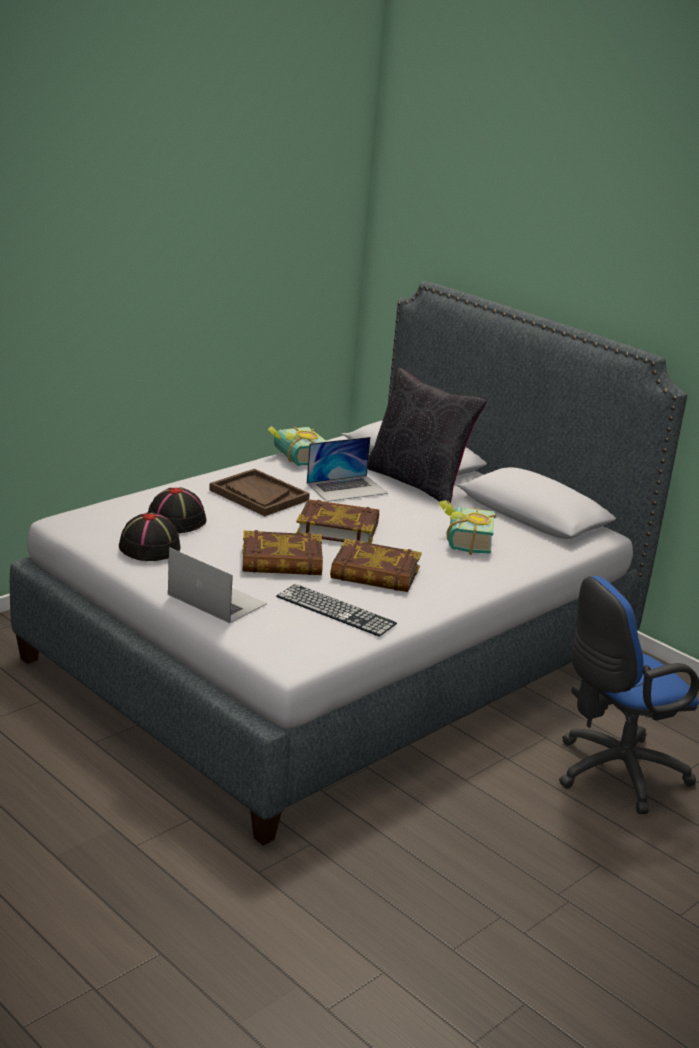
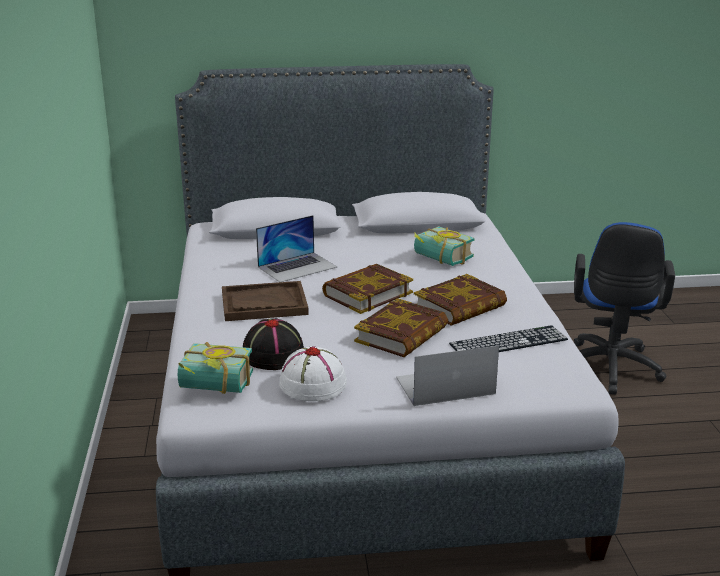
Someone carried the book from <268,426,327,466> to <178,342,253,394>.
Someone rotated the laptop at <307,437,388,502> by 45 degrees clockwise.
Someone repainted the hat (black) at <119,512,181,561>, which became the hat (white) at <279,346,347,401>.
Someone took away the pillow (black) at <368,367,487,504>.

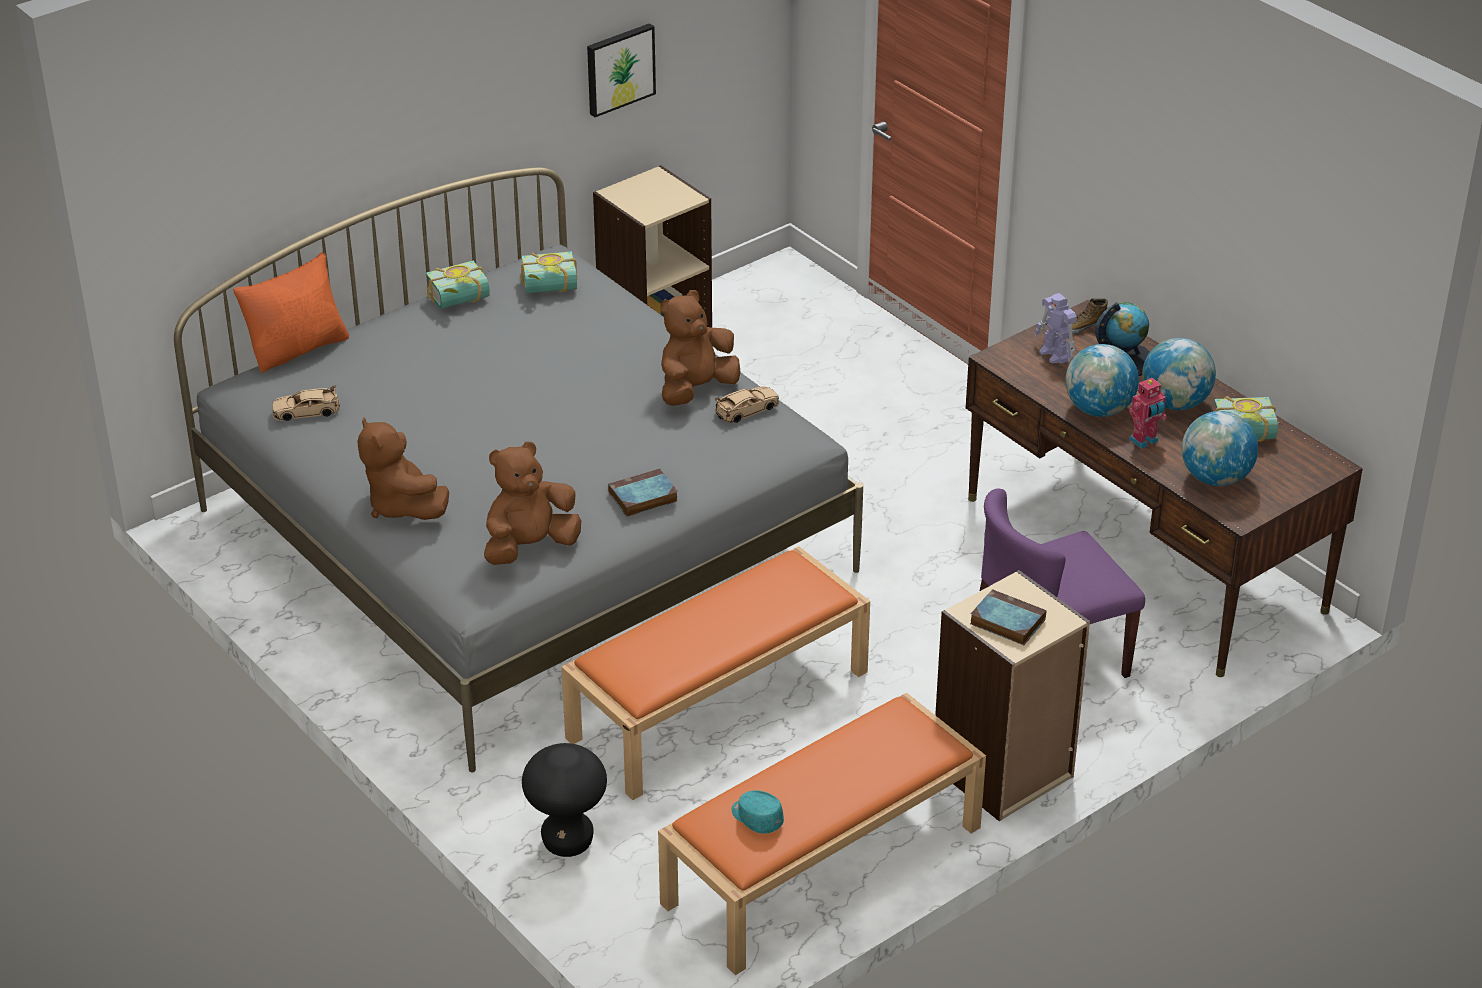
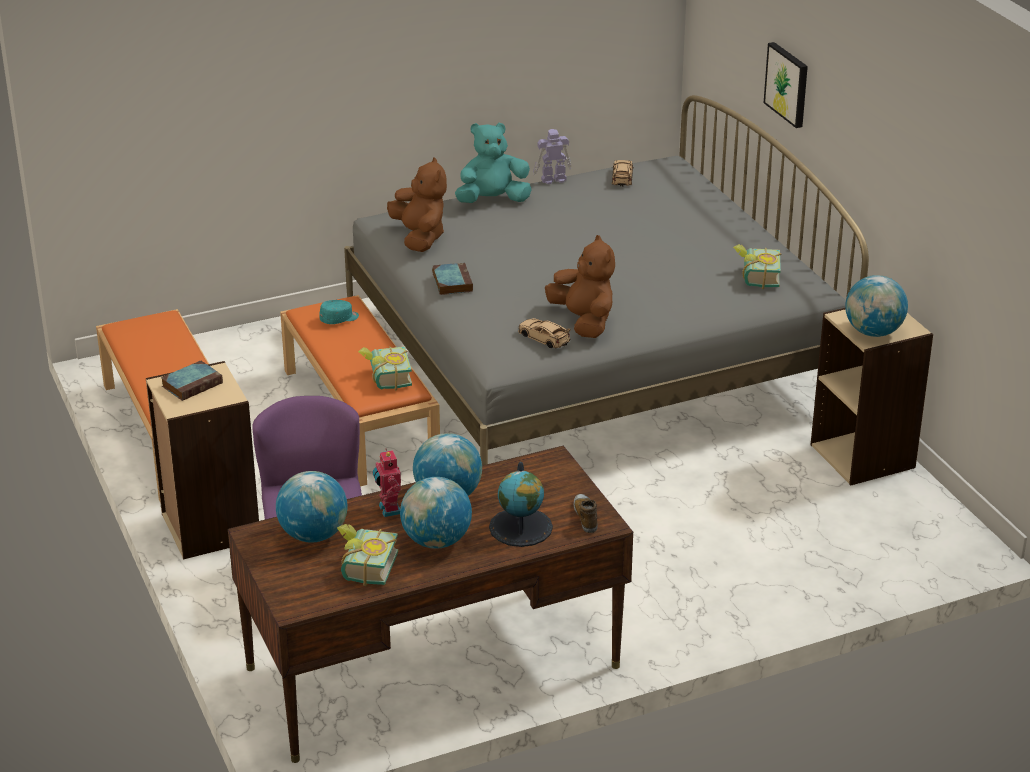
Someone carried the cap (turquoise) from <732,790,784,834> to <319,300,359,324>.
Someone carried the book from <426,261,490,309> to <358,346,412,390>.
Someone repainted the plush toy (brown) at <358,417,449,520>, which became the plush toy (turquoise) at <455,123,532,203>.
Someone rotated the toy car (beige) at <715,386,779,423> by 150 degrees clockwise.
Someone carried the toy robot from <1035,293,1077,364> to <533,129,571,184>.
Someone carried the picture from <587,23,656,117> to <764,42,808,128>.
Someone put down the globe at <845,275,908,337>.
Someone took away the pillow (orange) at <233,252,349,373>.
Someone took away the stool (black) at <522,743,607,857>.

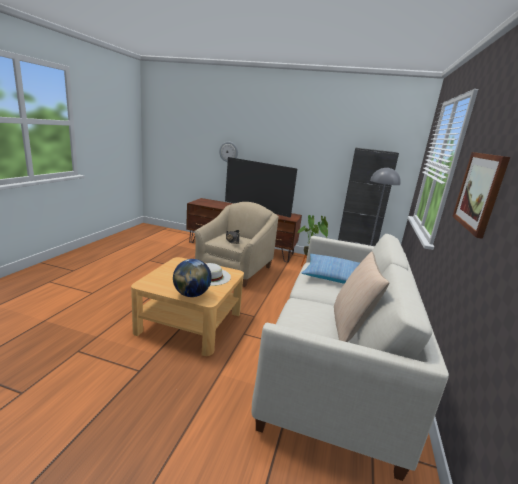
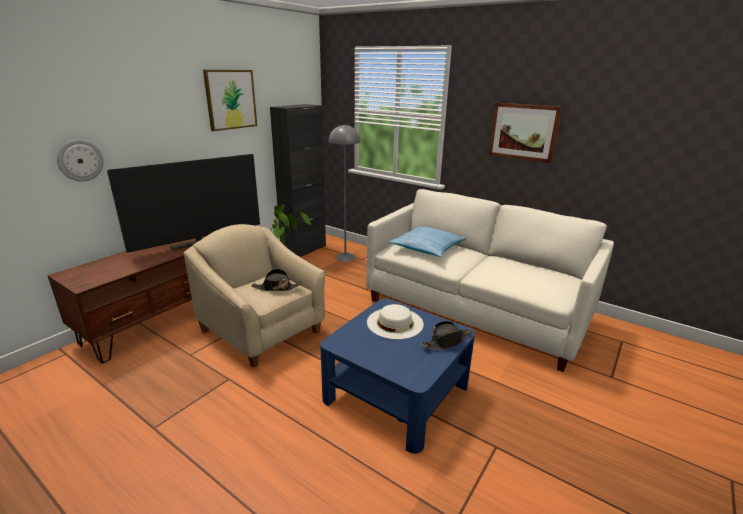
Someone put up the picture at <203,70,257,131>.
Someone repainted the coffee table (beige) at <131,257,244,356>, which became the coffee table (blue) at <320,298,475,454>.
Someone swapped the globe at <173,259,212,297> for the hat (black) at <421,321,472,350>.
Someone took away the pillow (beige) at <334,252,389,342>.

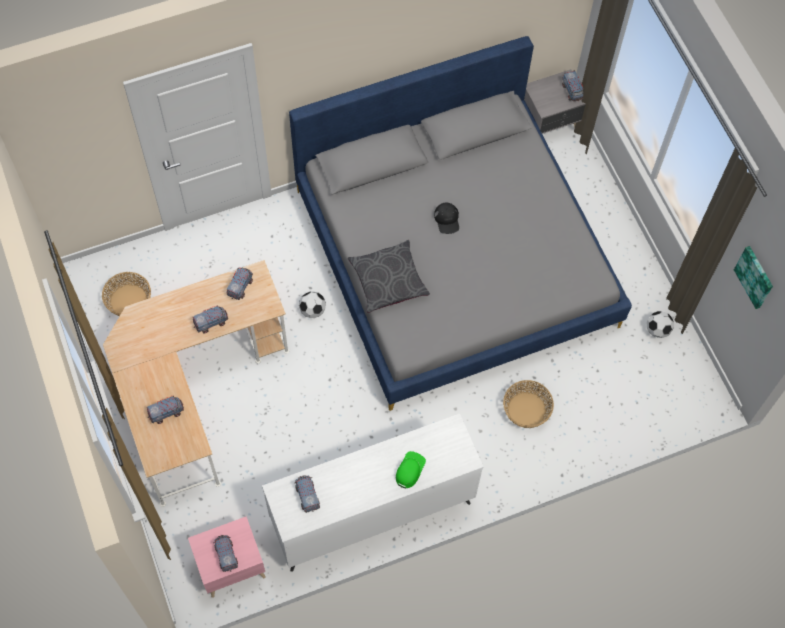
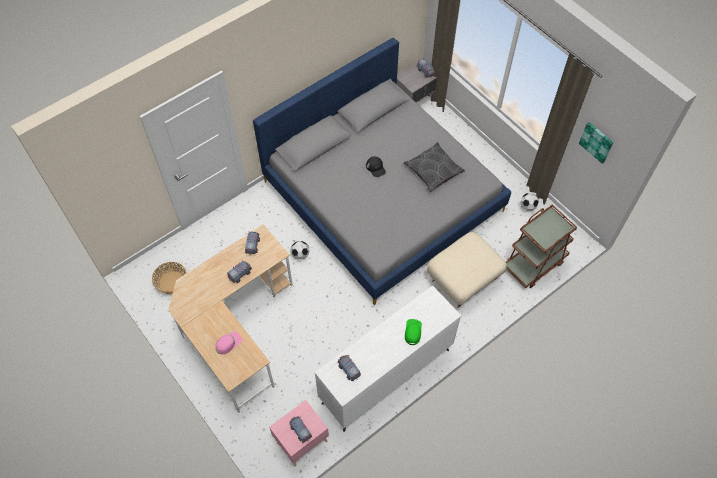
Someone swapped the toy truck at <147,396,184,424> for the cap (pink) at <216,332,242,354>.
Someone carried the pillow (grey) from <348,240,430,313> to <404,142,465,192>.
Someone swapped the basket at <503,380,554,428> for the ottoman (beige) at <427,232,507,308>.
Someone put down the cart (brown) at <506,205,577,288>.

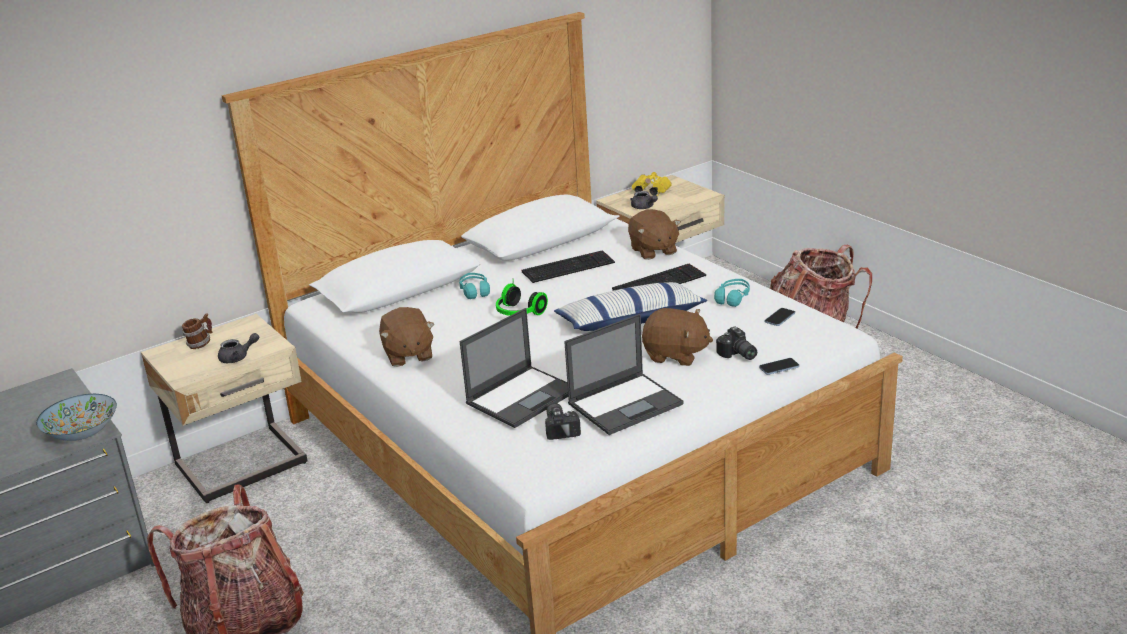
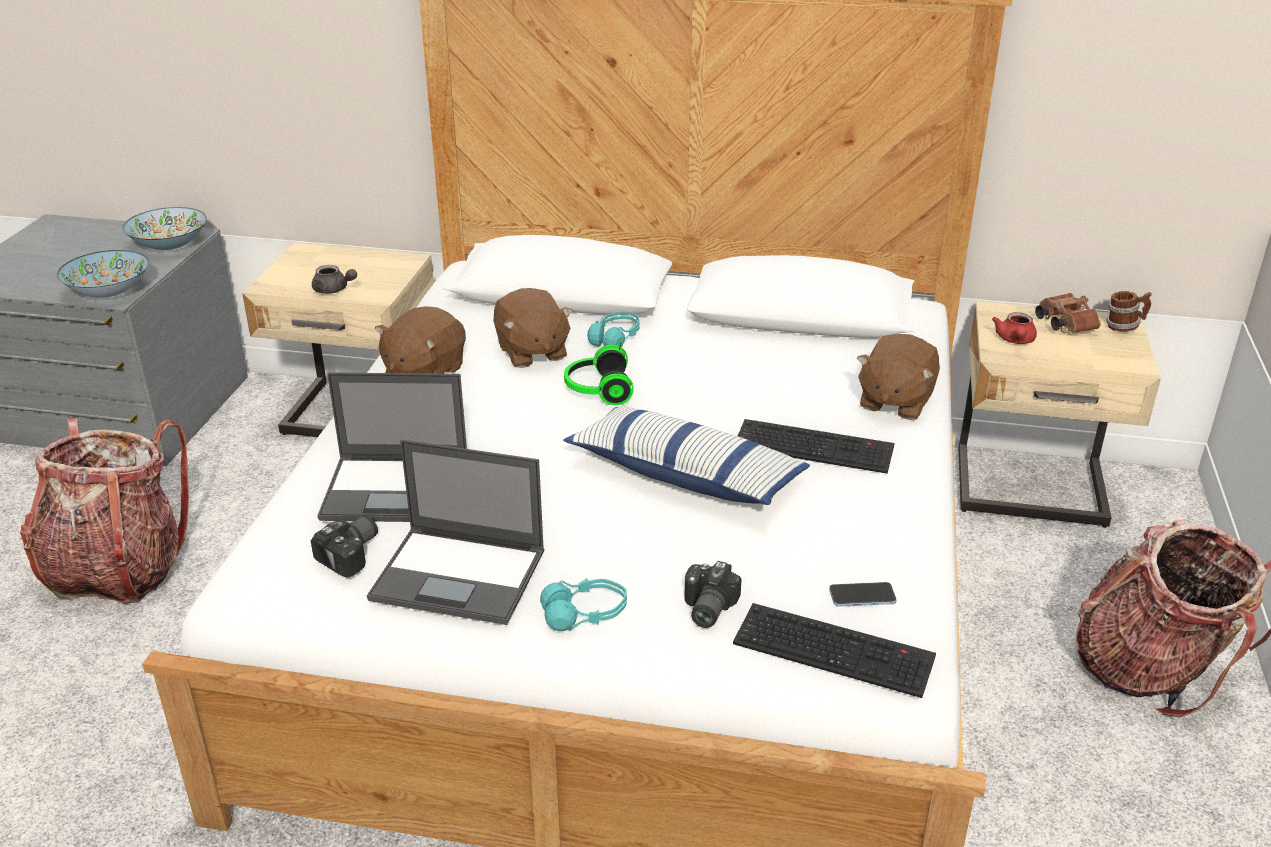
Someone put down the bowl at <122,207,207,250>.
Someone carried the plush toy (brown) from <642,308,713,366> to <493,288,573,368>.
Someone carried the headphones (turquoise) from <714,279,750,307> to <540,578,627,631>.
Someone carried the keyboard from <522,250,615,283> to <733,603,936,698>.
Someone repainted the teapot (grey) at <630,191,658,209>, which became the teapot (red) at <992,312,1037,344>.
Someone repainted the binoculars (yellow) at <632,172,672,196>, which became the binoculars (brown) at <1035,293,1101,333>.
Someone carried the mug from <182,313,212,349> to <1106,291,1152,332>.
Someone took away the phone at <759,358,799,375>.

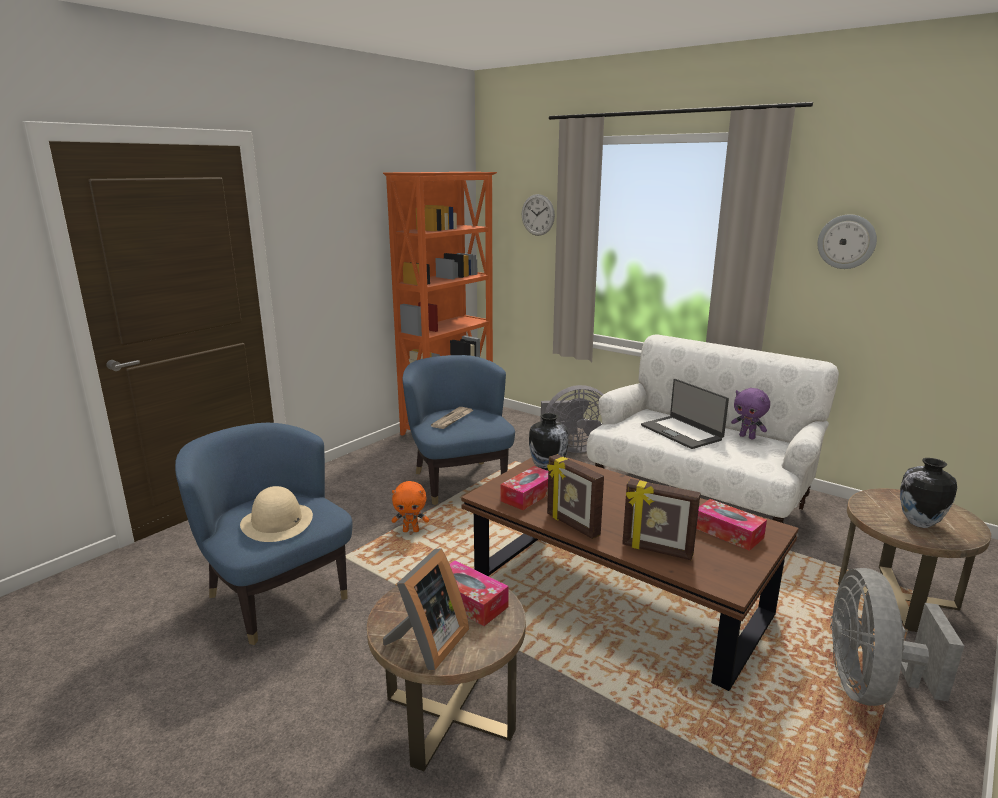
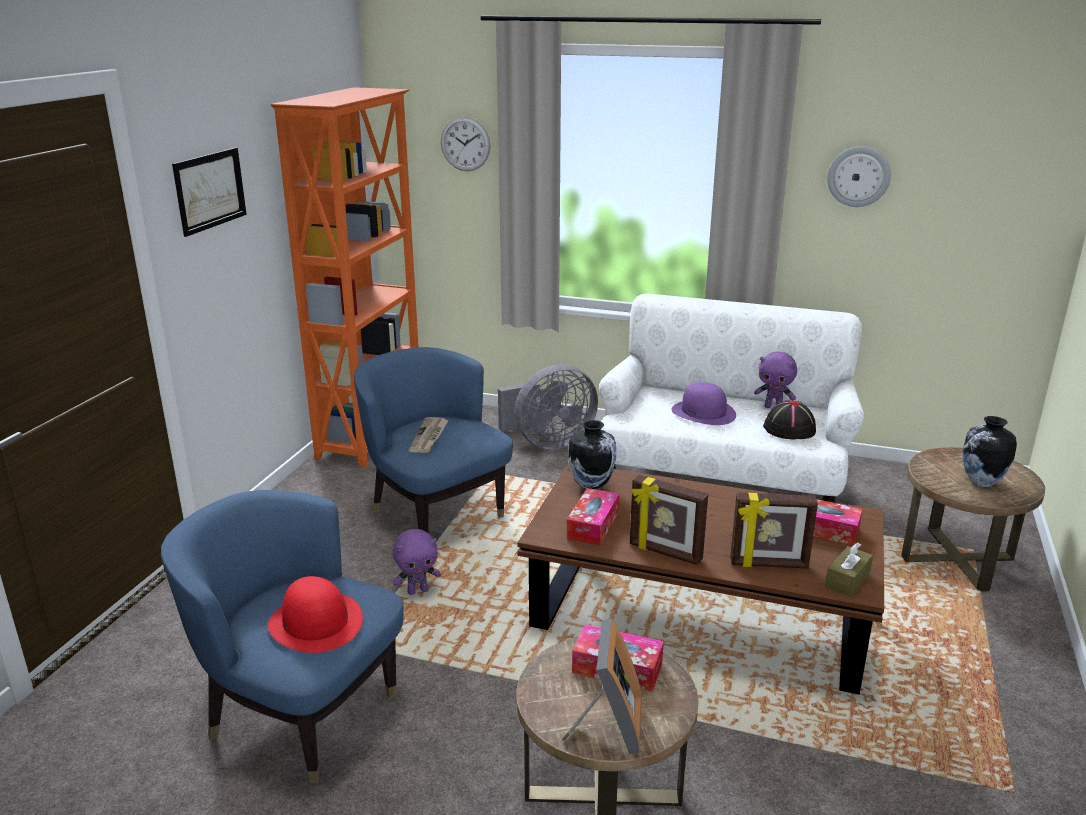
Someone put up the picture at <172,147,247,237>.
Someone repainted the hat (beige) at <240,486,313,542>, which became the hat (red) at <268,576,363,653>.
Someone repainted the plush toy (orange) at <392,481,429,532>, which became the plush toy (purple) at <393,529,441,595>.
Someone swapped the laptop at <641,379,729,449> for the hat (purple) at <671,382,736,425>.
Someone put down the hat (black) at <763,401,816,440>.
Someone put down the tissue box (brown) at <825,542,873,596>.
Someone took away the fan (grey) at <830,568,964,706>.

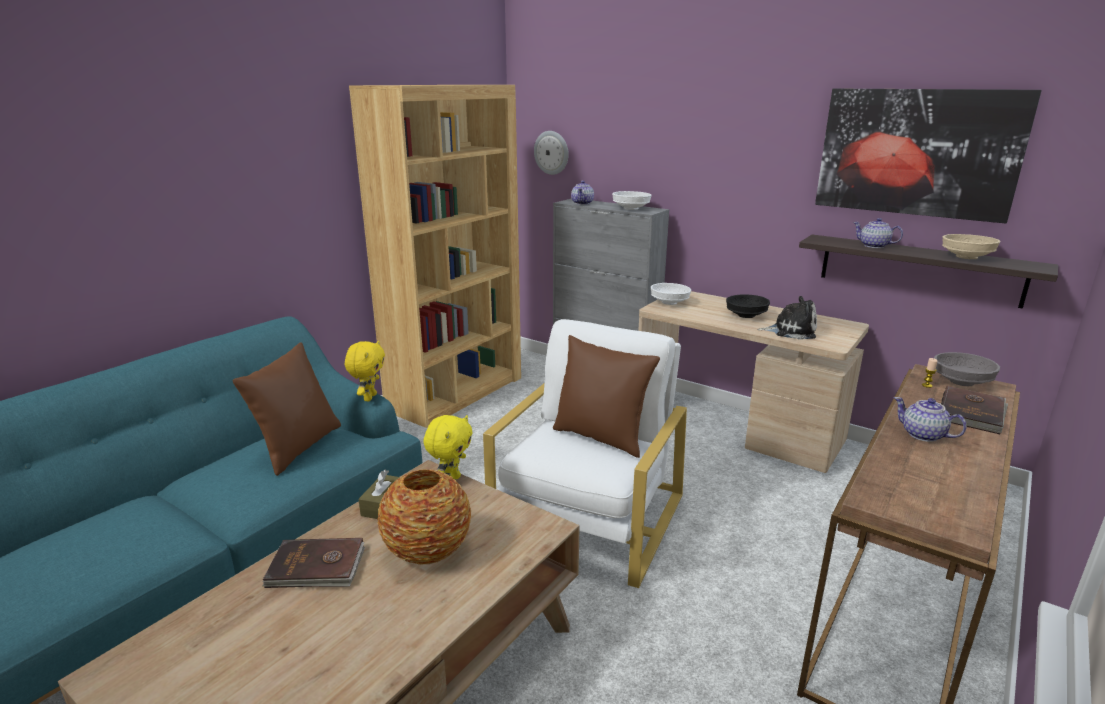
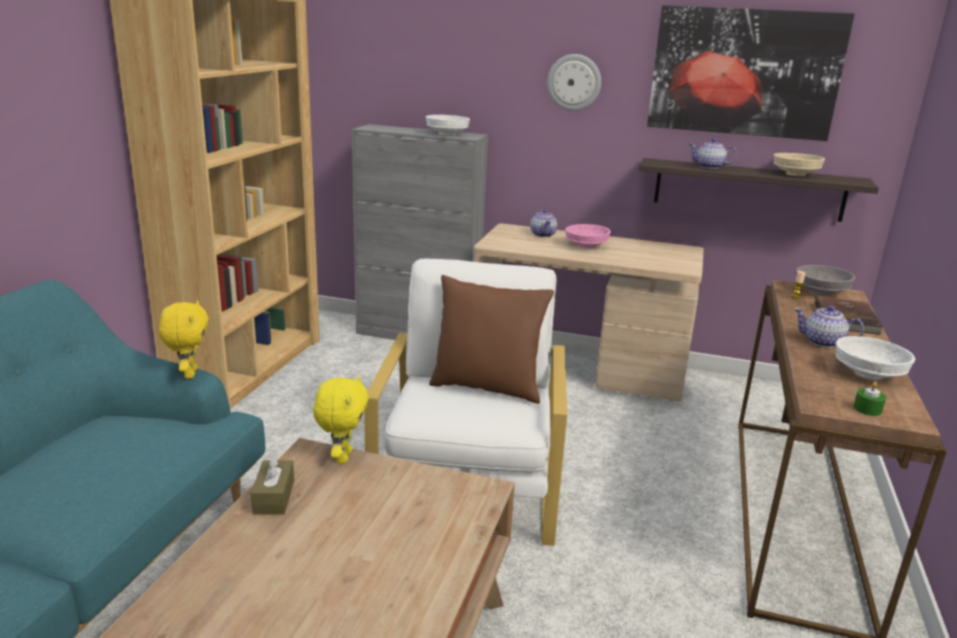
Someone carried the teapot from <571,181,594,205> to <530,209,557,237>.
Someone carried the wall clock from <534,131,569,175> to <547,54,601,111>.
Someone repainted the bowl (black) at <726,295,770,318>, which became the bowl (pink) at <565,224,611,249>.
Someone carried the bowl (white) from <651,283,691,305> to <835,336,915,380>.
Someone put down the candle (green) at <854,382,886,416>.
Someone took away the pillow (brown) at <232,342,341,476>.
Someone took away the book (brown) at <262,538,365,588>.
Someone took away the vase at <377,469,471,565>.
Someone took away the plush toy at <757,296,817,340>.

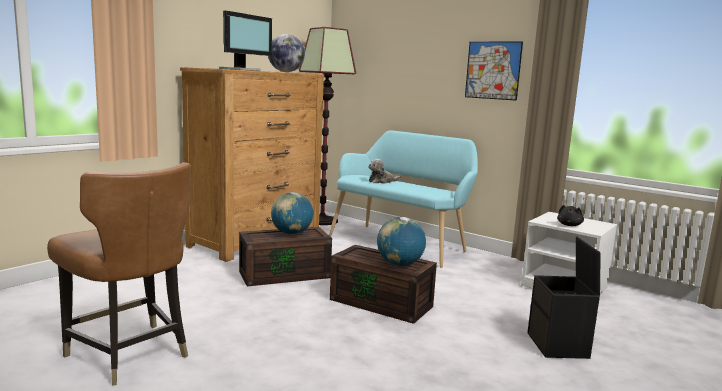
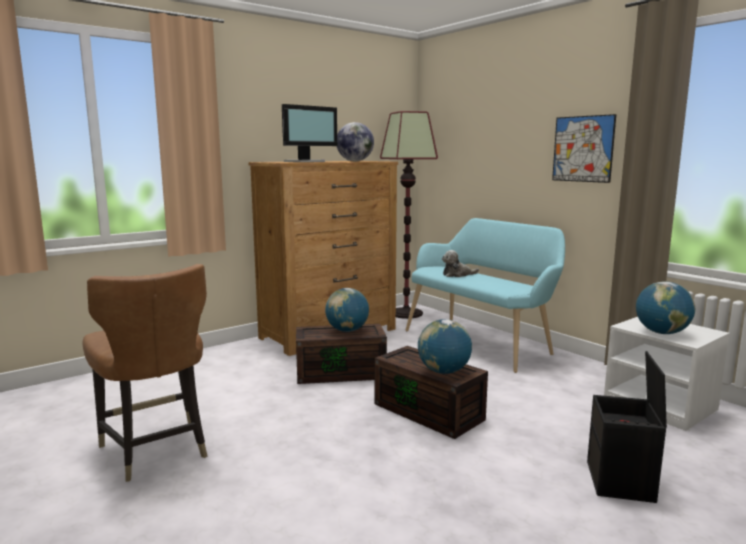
Someone swapped the plush toy (black) at <557,205,584,226> for the globe at <636,281,695,334>.

